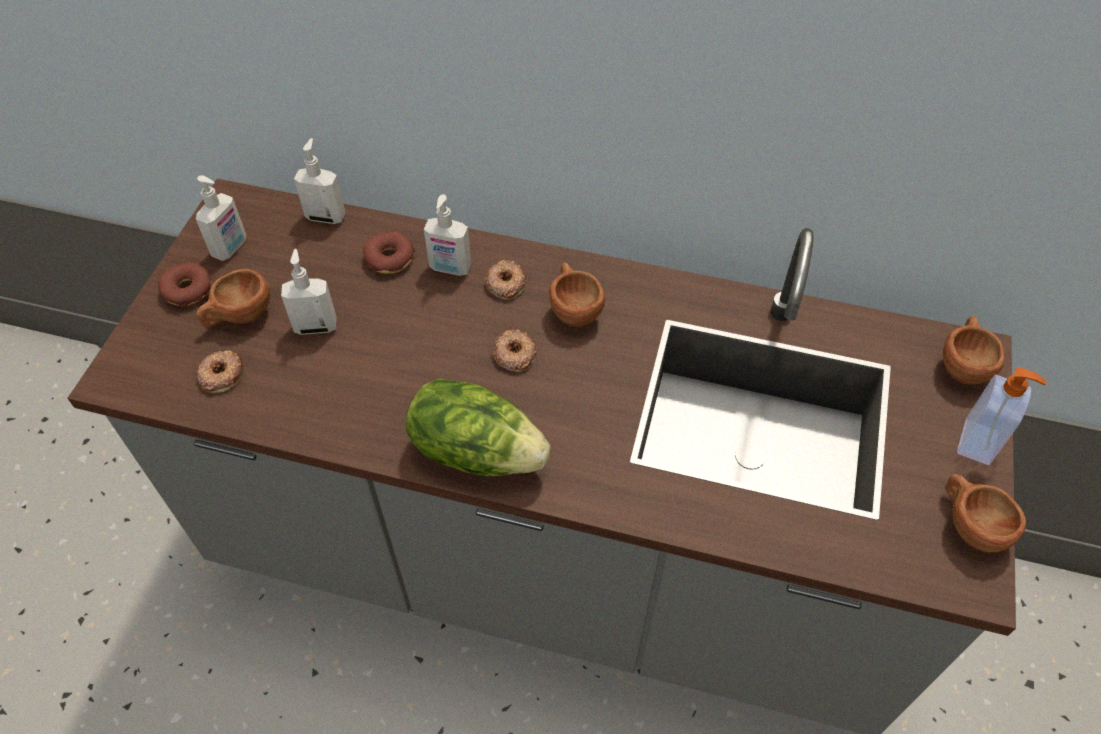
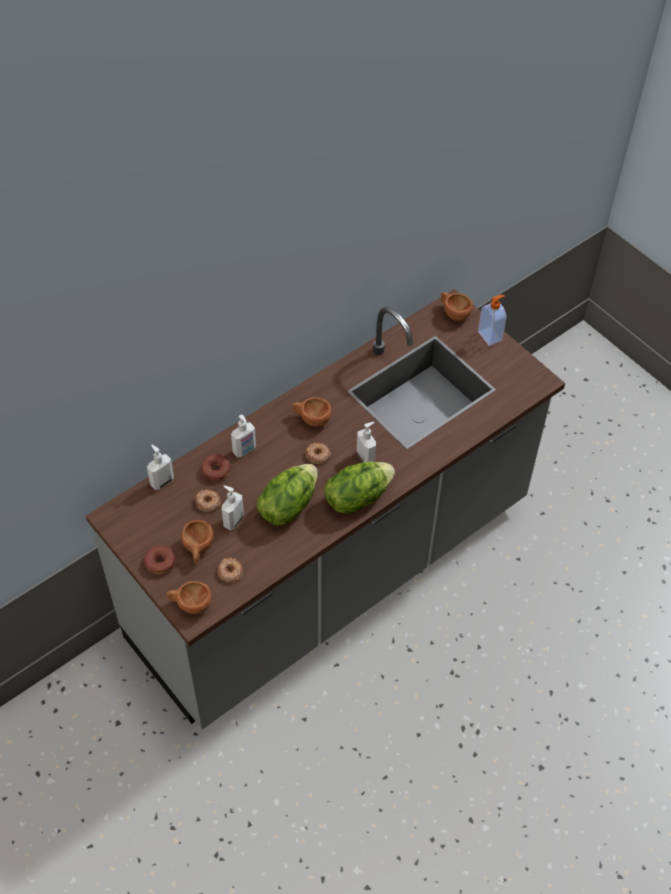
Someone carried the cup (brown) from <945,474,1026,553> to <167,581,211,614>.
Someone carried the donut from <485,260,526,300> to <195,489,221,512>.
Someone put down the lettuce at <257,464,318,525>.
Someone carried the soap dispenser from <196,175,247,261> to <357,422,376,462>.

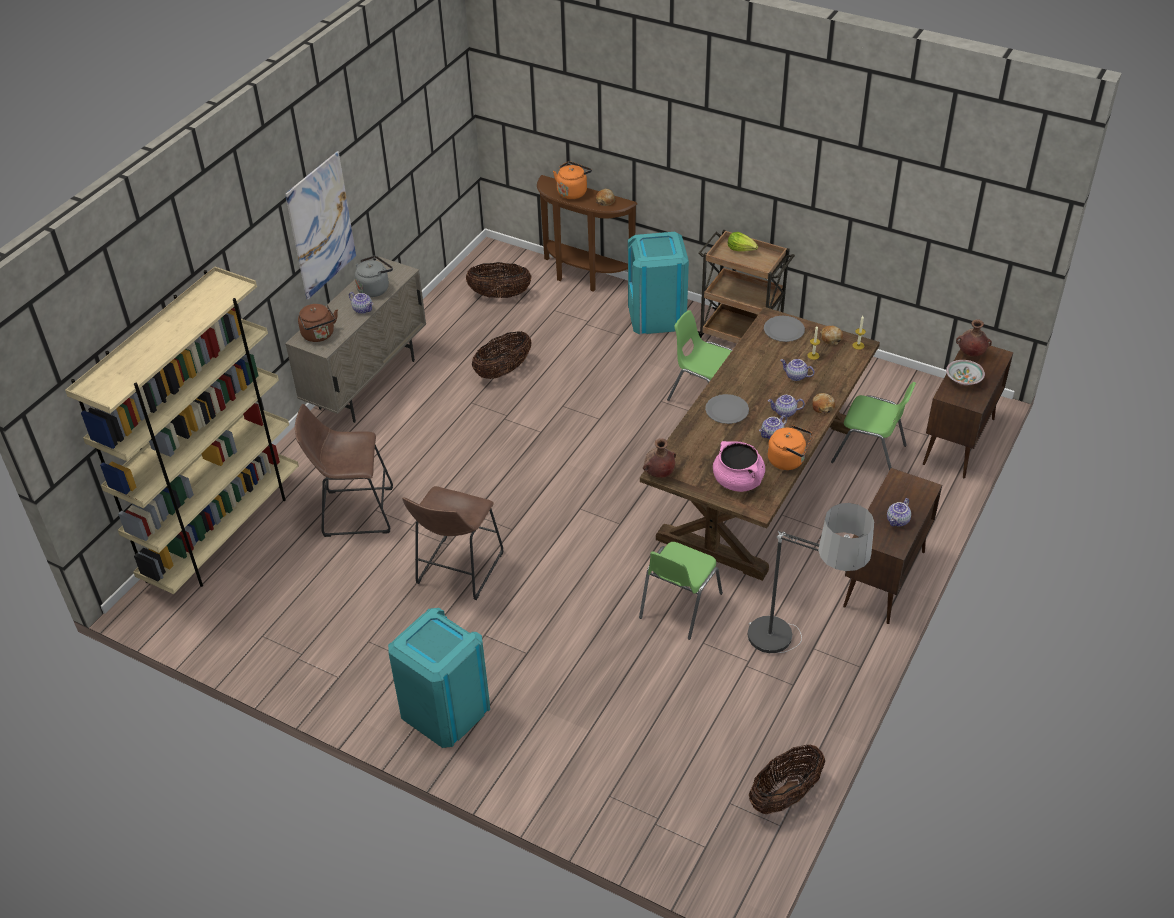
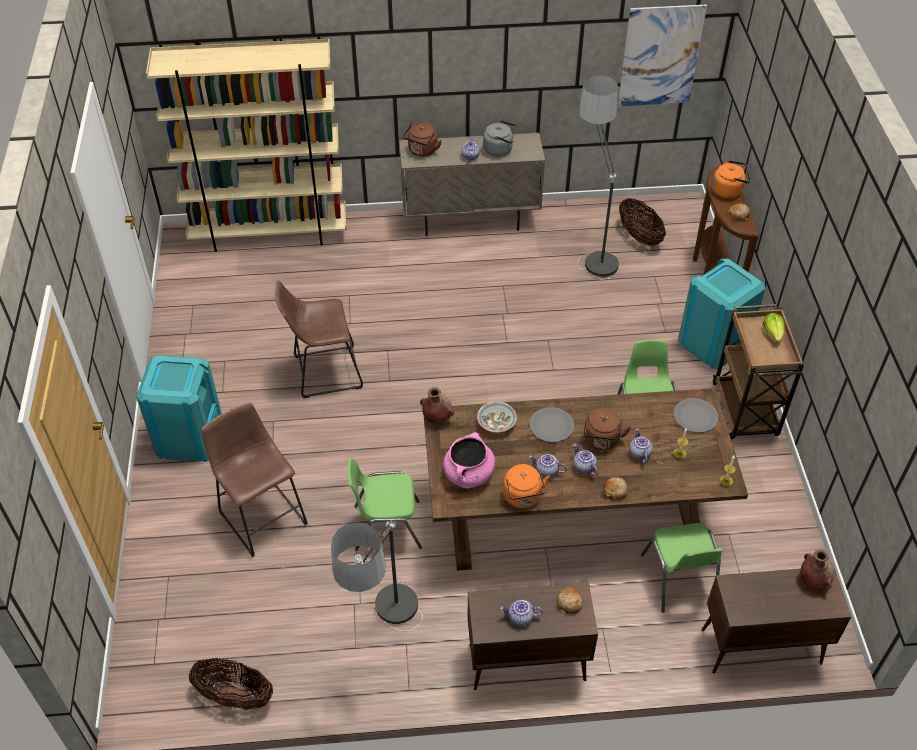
Someone carried the stool (brown) from <295,404,393,537> to <202,403,308,557>.
Someone carried the bowl from <946,360,985,385> to <477,401,517,433>.
Someone carried the bread from <820,326,843,345> to <556,588,583,614>.
Someone put down the floor lamp at <577,75,619,280>.
Someone put down the kettle (brown) at <584,408,631,450>.
Someone carried the picture from <285,151,356,299> to <618,5,707,106>.
Someone took away the basket at <472,331,532,379>.

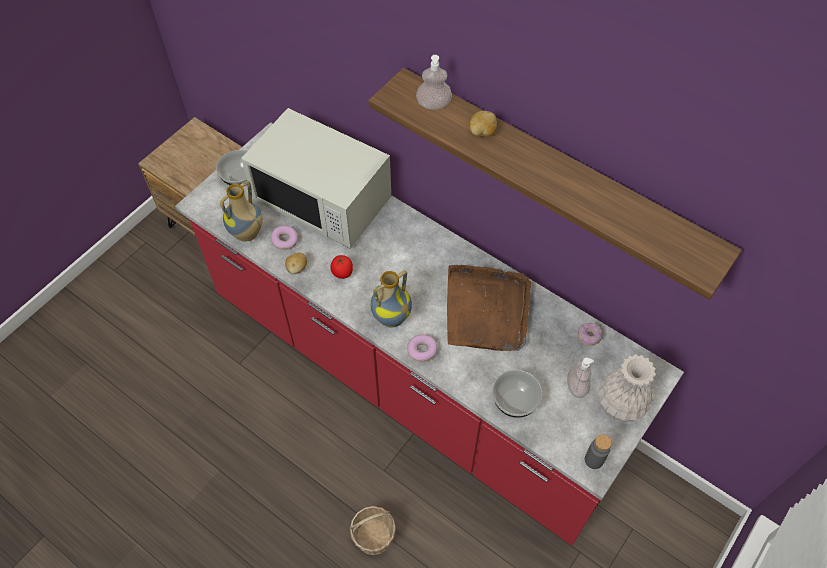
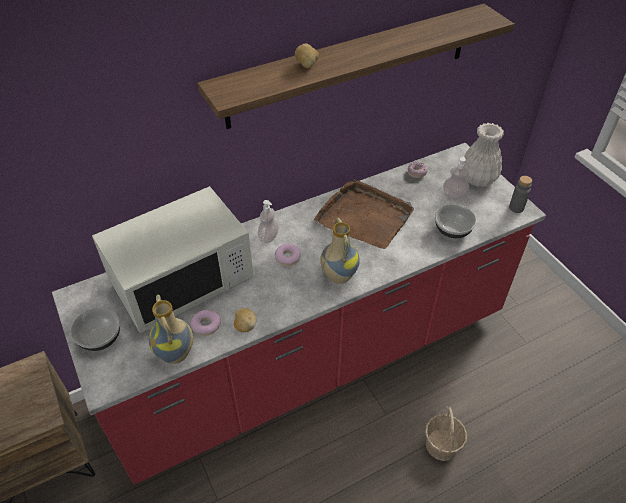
Someone carried the soap dispenser from <416,55,452,110> to <258,200,279,243>.
Someone carried the donut from <407,335,437,362> to <275,244,301,266>.
Someone took away the tomato at <330,255,353,279>.

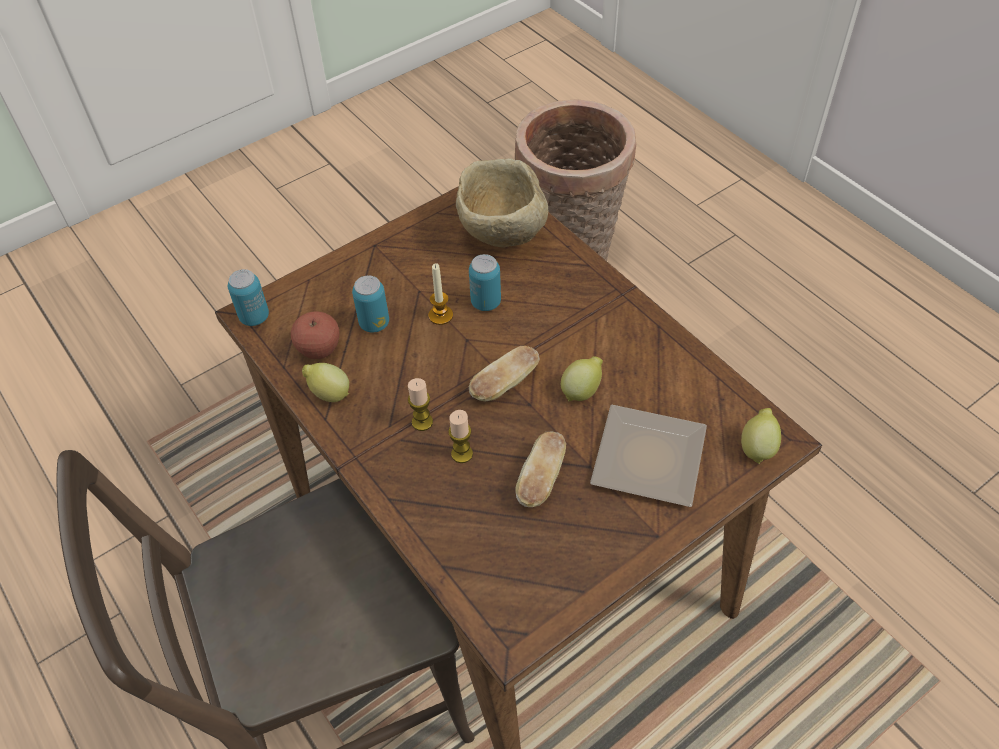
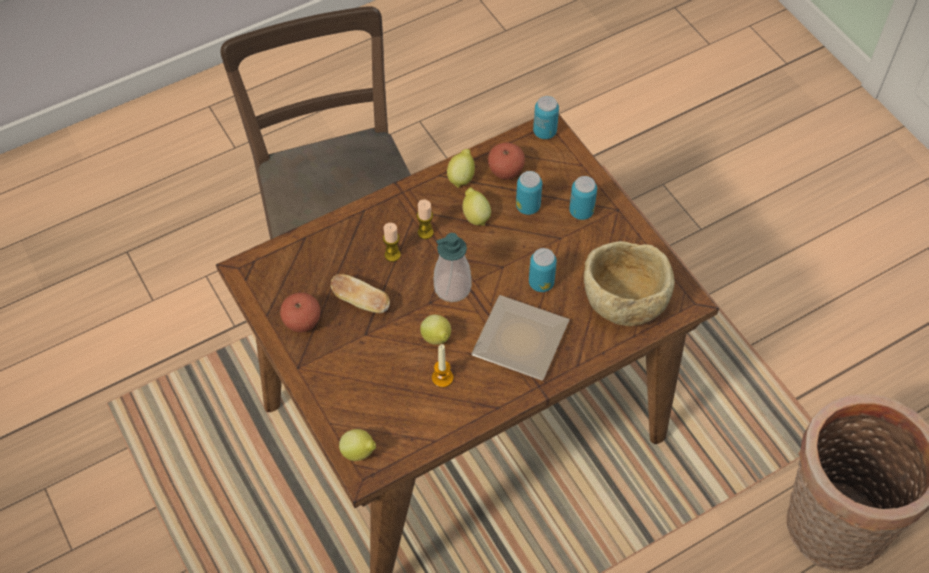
Someone put down the apple at <280,293,320,332>.
Someone carried the candle from <429,263,453,325> to <432,344,453,388>.
Someone swapped the bread at <469,346,540,402> for the soap dispenser at <434,233,471,302>.
Someone put down the lemon at <462,187,491,226>.
Someone carried the plate from <590,405,707,507> to <471,295,569,380>.
Someone put down the can at <569,176,597,220>.

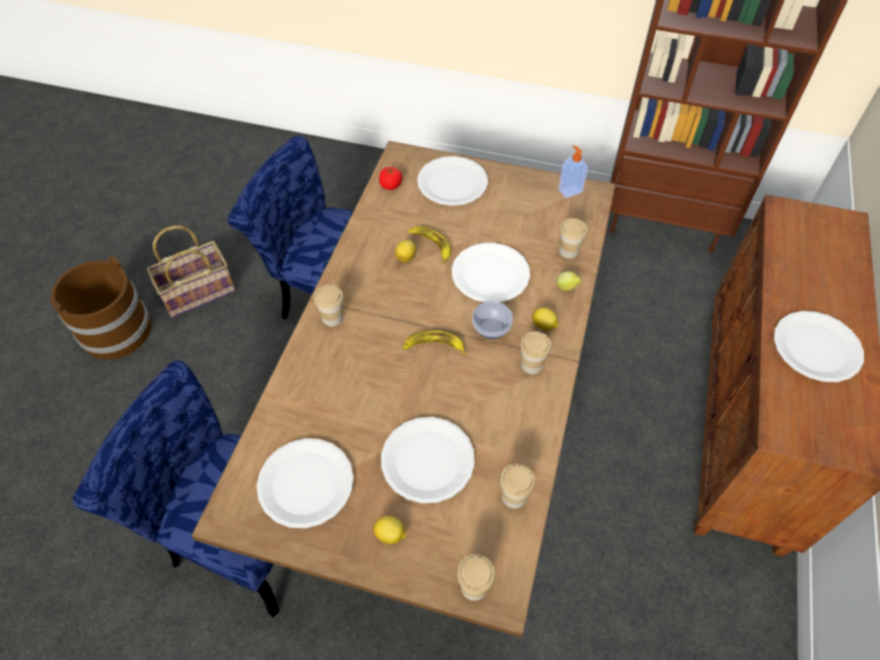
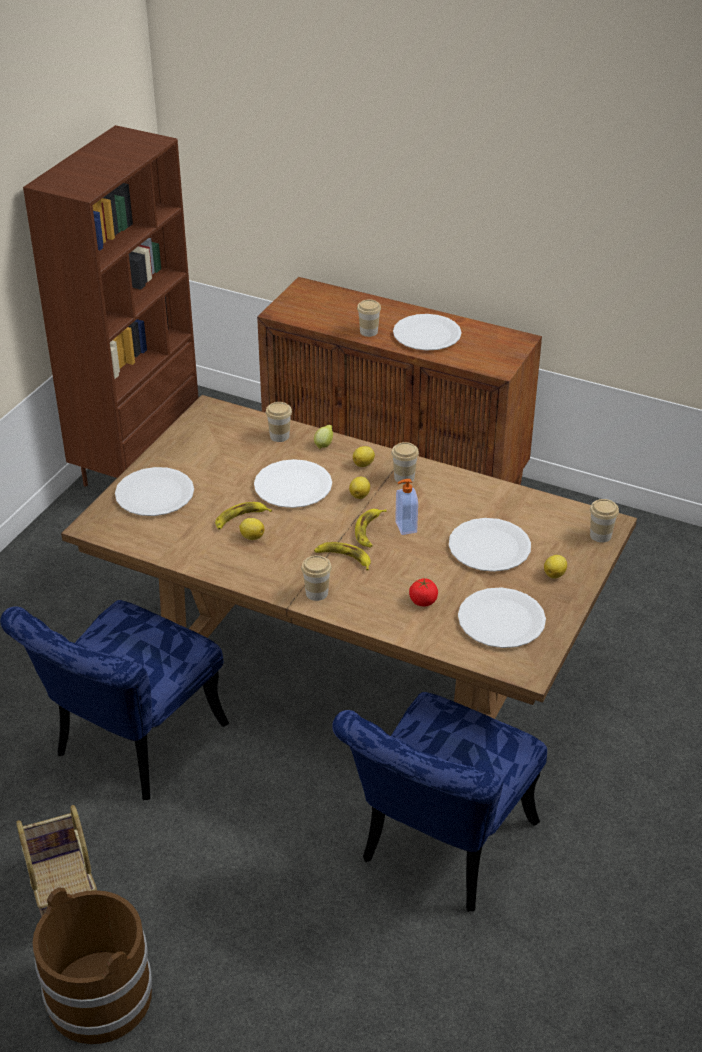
Someone put down the banana at <314,542,371,571>.
Someone swapped the bowl at <472,301,513,339> for the lemon at <349,477,370,499>.
Someone carried the cup from <500,463,535,509> to <357,299,381,337>.
Someone carried the soap dispenser from <558,146,588,198> to <395,479,418,535>.
Someone carried the tomato from <379,167,402,190> to <409,578,438,606>.

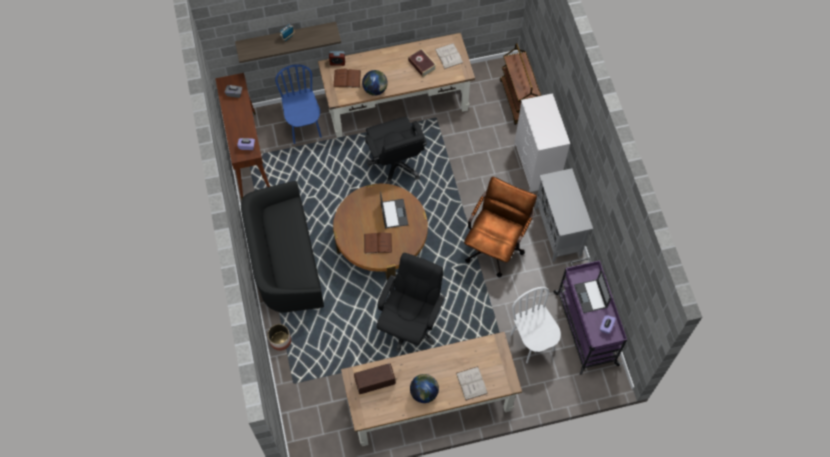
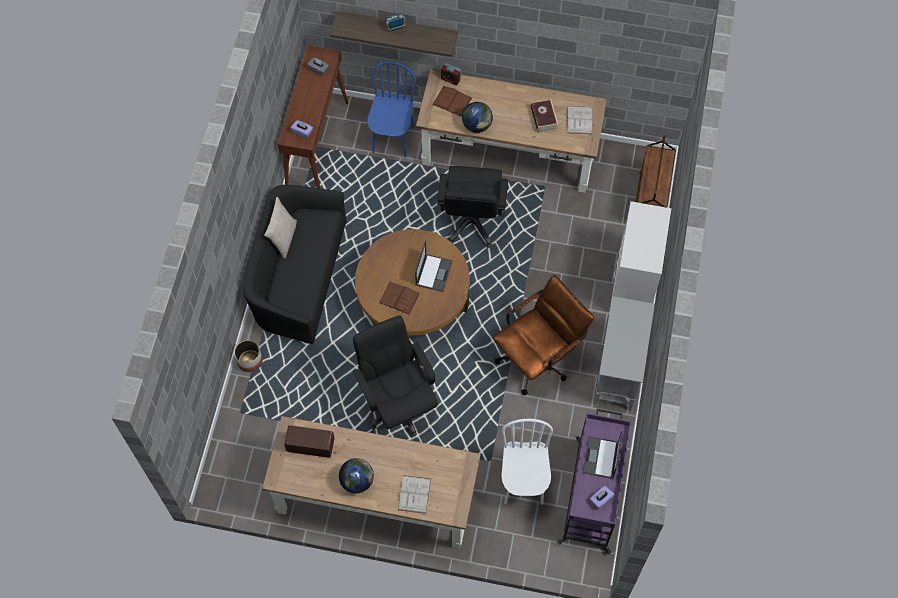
Someone put down the pillow (beige) at <264,197,297,258>.
Someone rotated the office chair (black) at <377,253,445,352> by 75 degrees counterclockwise.

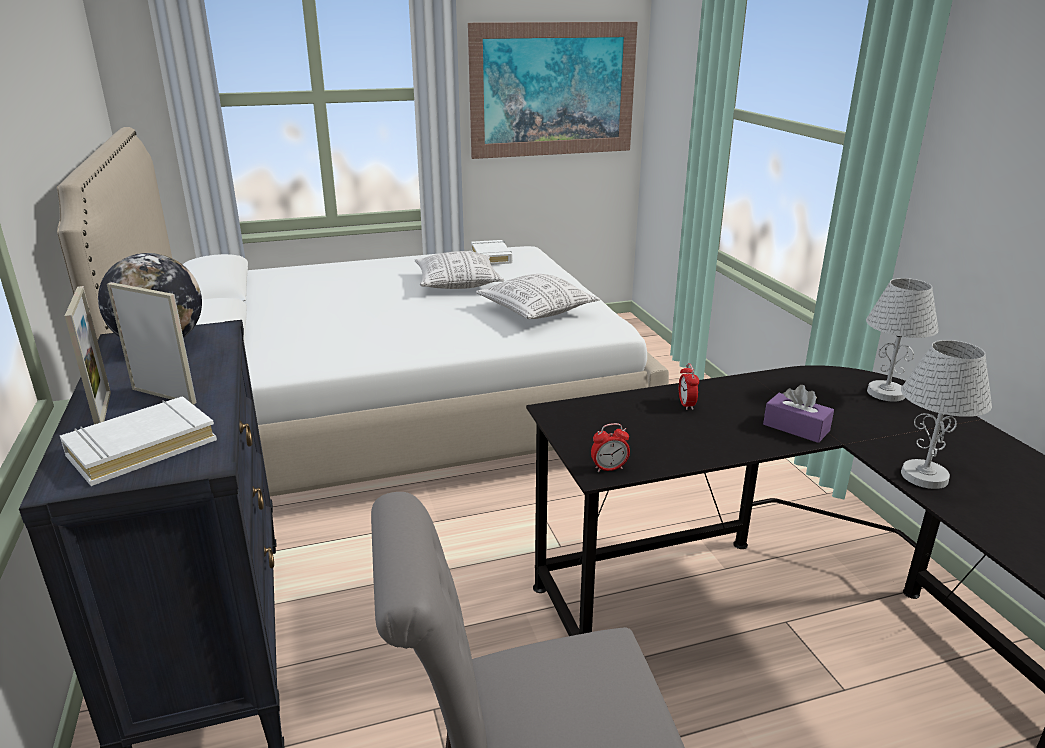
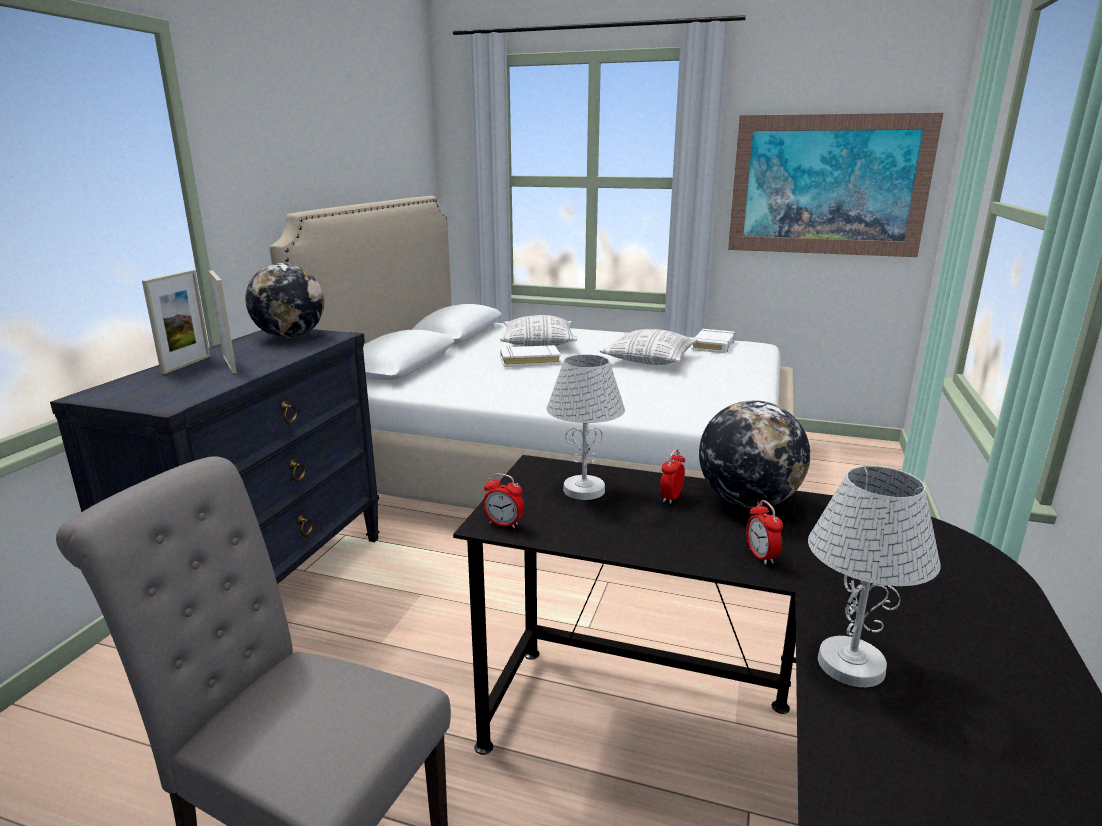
Someone carried the pillow from <476,274,600,319> to <500,315,577,346>.
Someone carried the book (white) from <60,396,217,486> to <500,345,561,367>.
Someone carried the table lamp (white) from <866,278,939,402> to <547,354,625,500>.
Someone put down the globe at <699,400,810,508>.
Someone swapped the tissue box (purple) at <763,385,834,443> for the alarm clock at <746,500,783,565>.

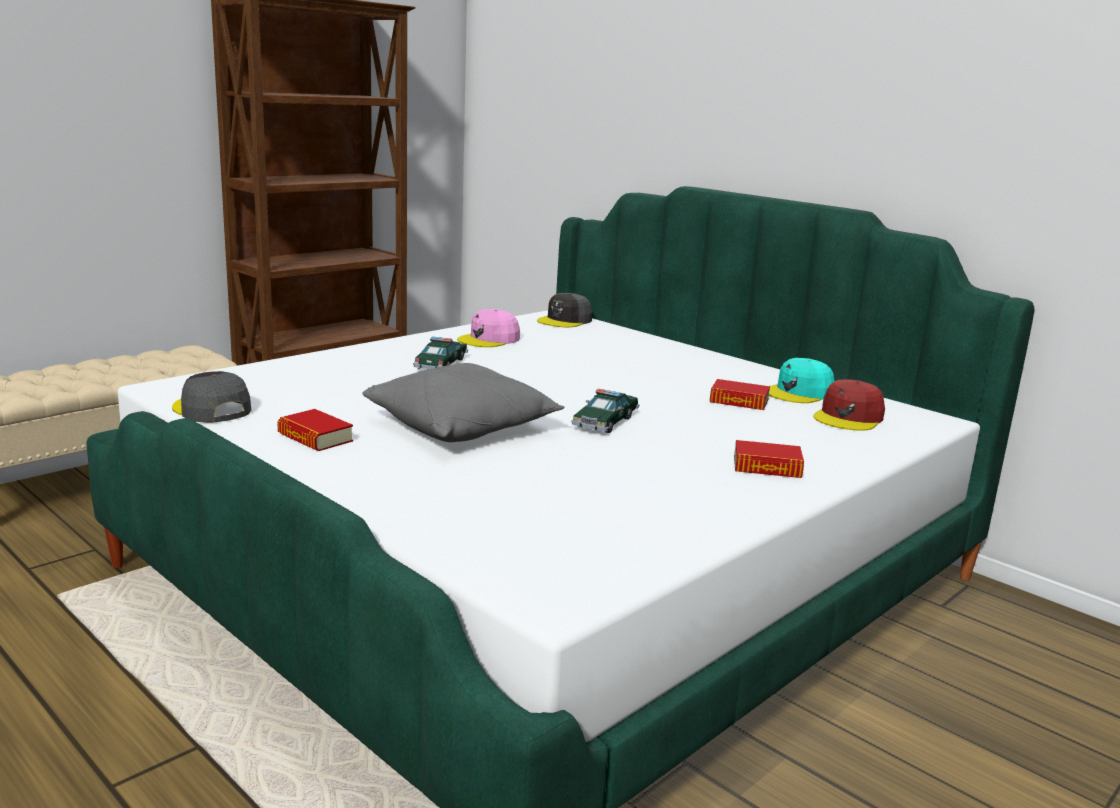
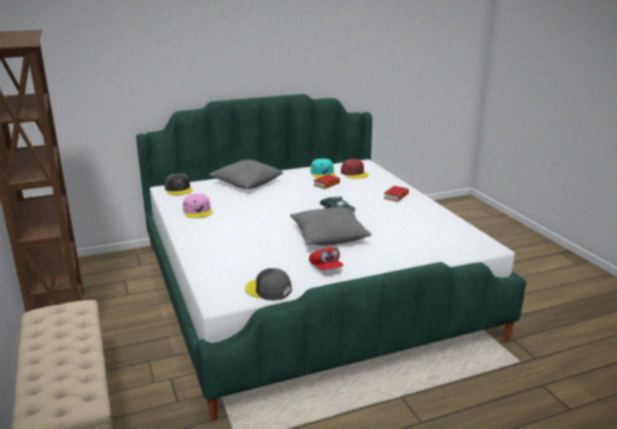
Someone put down the pillow (grey) at <209,160,283,189>.
Someone rotated the cap (grey) at <172,371,251,423> by 45 degrees clockwise.
Someone swapped the book at <277,409,353,451> for the cap (red) at <309,247,343,270>.
Someone took away the toy car at <413,337,469,370>.

